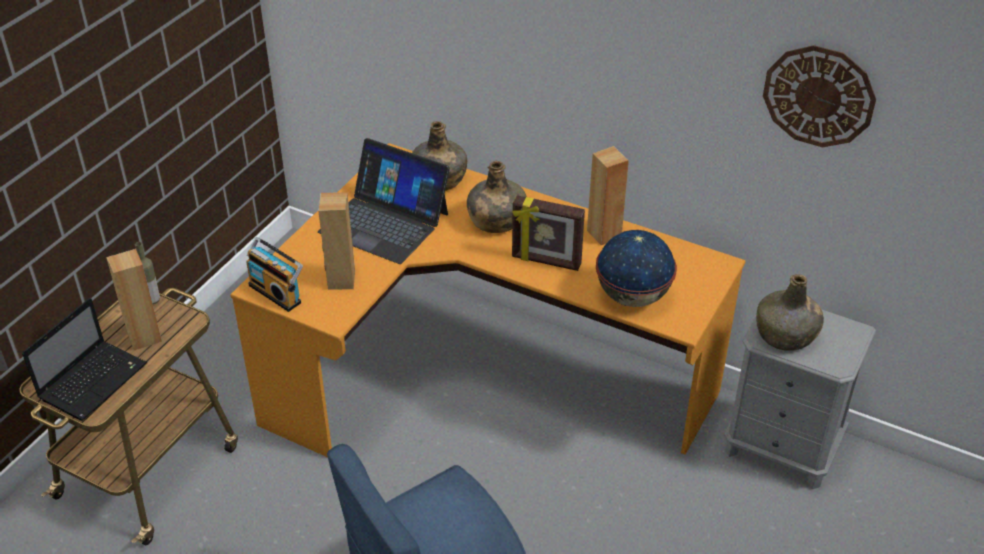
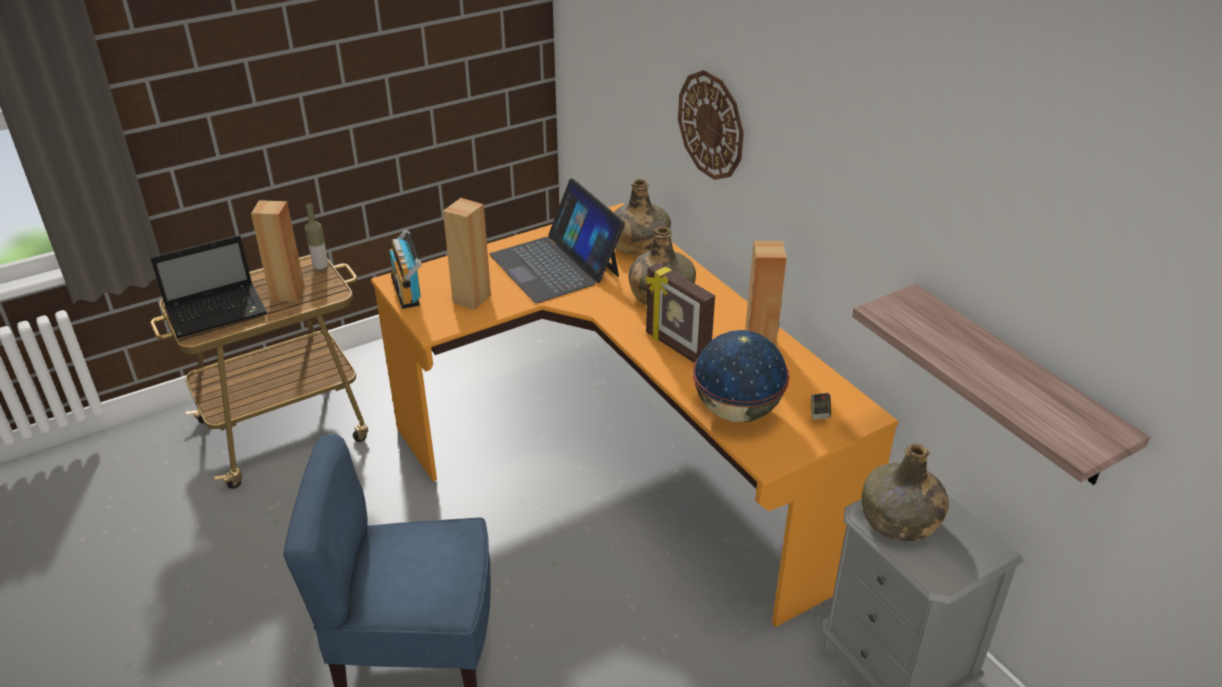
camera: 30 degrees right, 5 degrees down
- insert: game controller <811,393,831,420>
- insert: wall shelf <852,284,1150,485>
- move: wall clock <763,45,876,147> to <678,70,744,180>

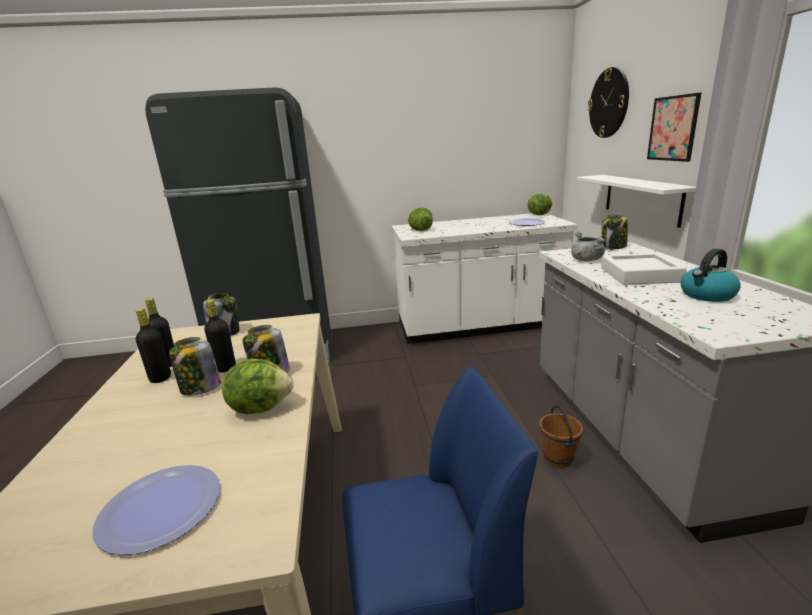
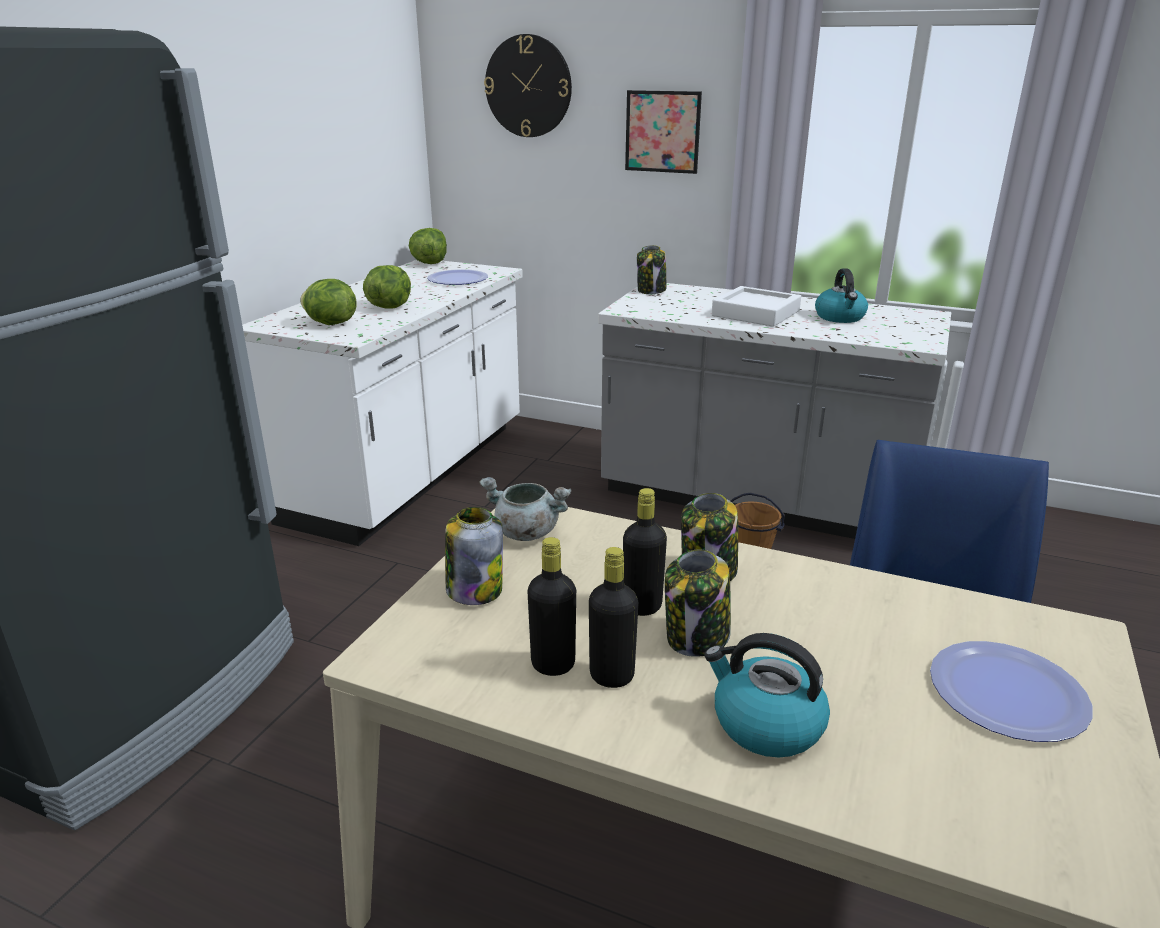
camera: 60 degrees left, 5 degrees up
- delete: wall shelf (whitish) <577,175,696,228>
- insert: kettle <705,633,830,758>
- move: head of lettuce <222,359,294,414> to <363,265,411,309>
- move: cooking pot (grey) <571,231,606,261> to <479,477,572,541>

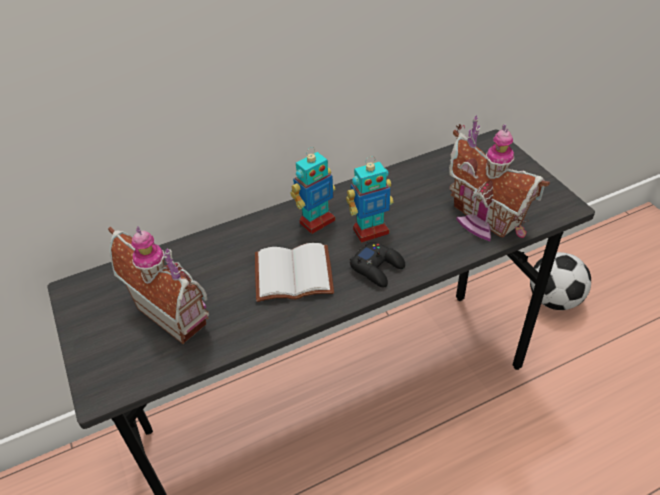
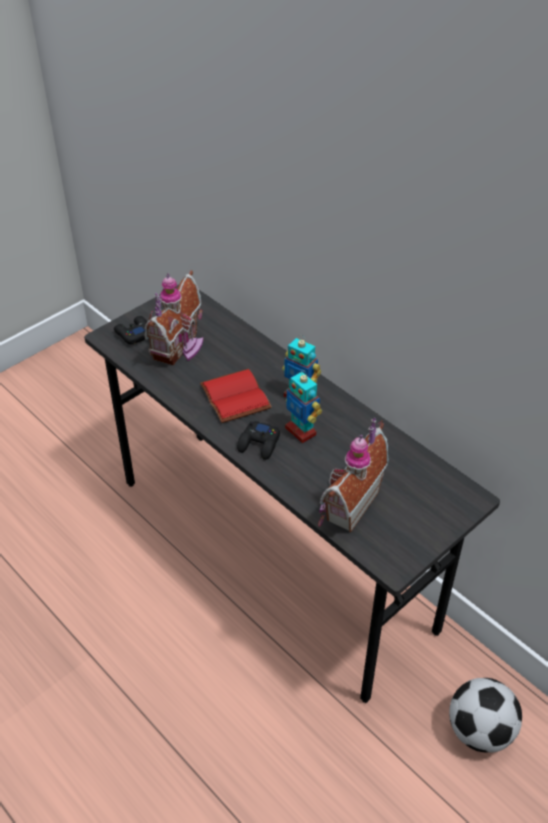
camera: 70 degrees right, 0 degrees up
- insert: game controller (blackish) <114,316,147,344>
- recolor: book (whitish) <255,243,334,302> to book (red-coloured) <200,369,272,423>

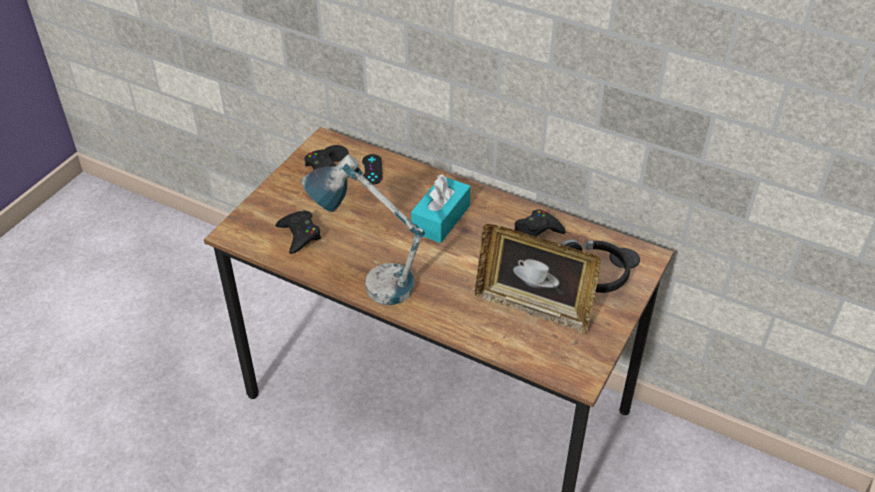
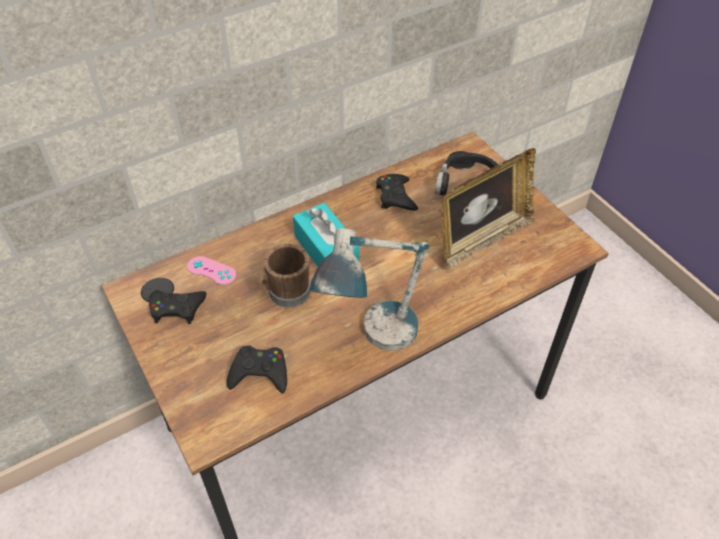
camera: 60 degrees left, 5 degrees up
- insert: mug (brown-coloured) <253,244,311,308>
- recolor: game controller (blackish) <362,154,383,185> to game controller (pinkish) <187,256,236,285>

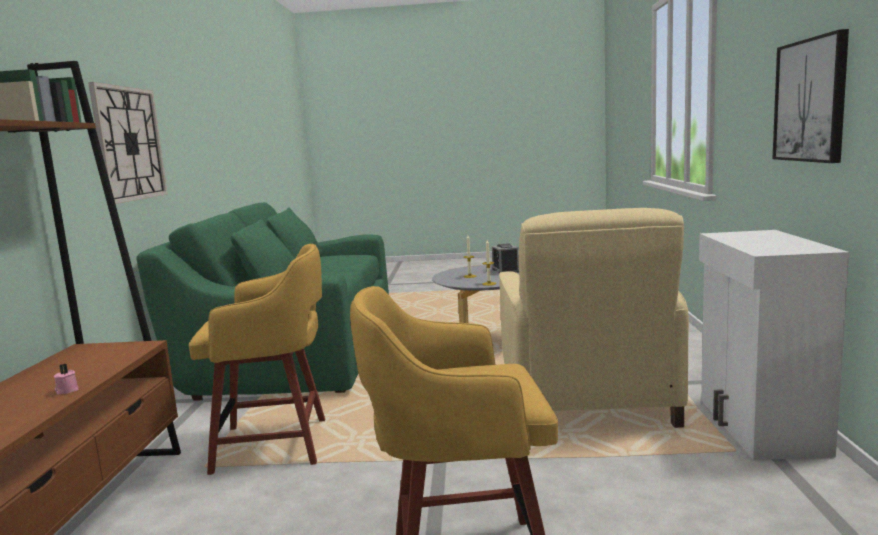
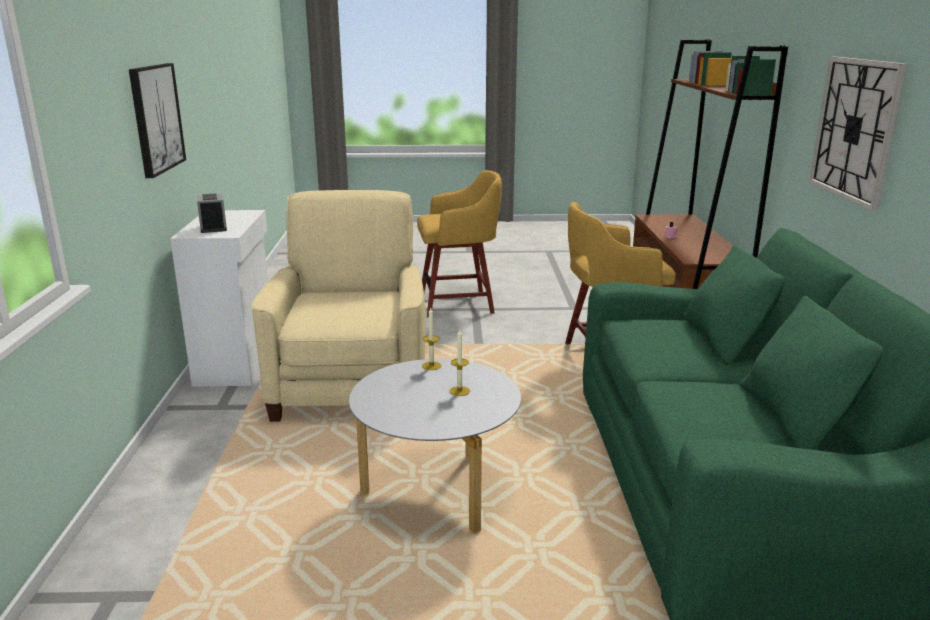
camera: 175 degrees right, 10 degrees up
- move: bedside clock <492,243,519,274> to <197,193,227,233>

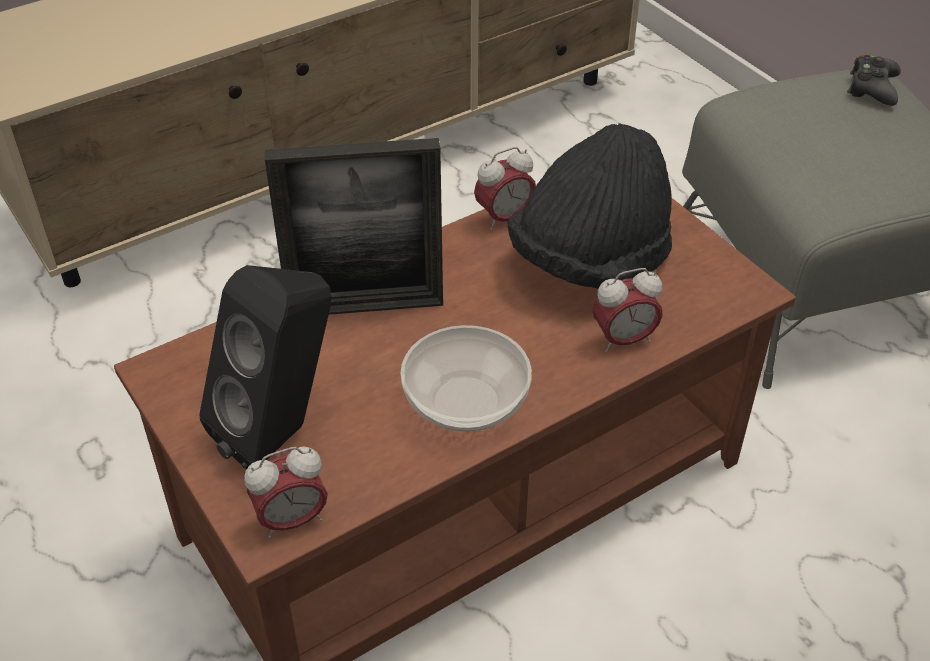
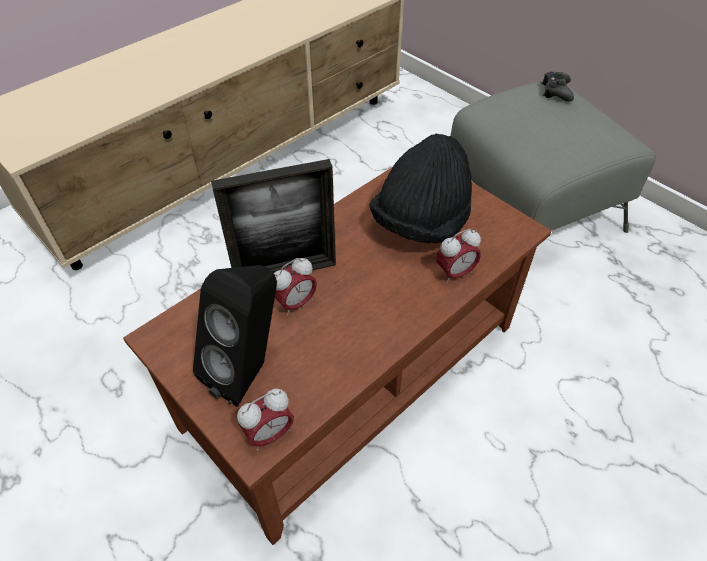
camera: 10 degrees left, 5 degrees up
- delete: bowl <400,325,532,432>
- move: bedside clock <474,147,536,230> to <274,258,317,316>

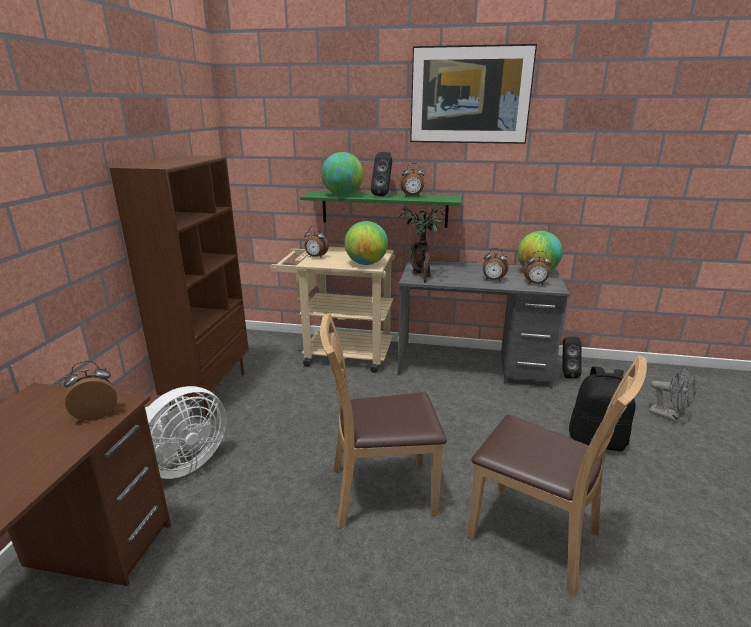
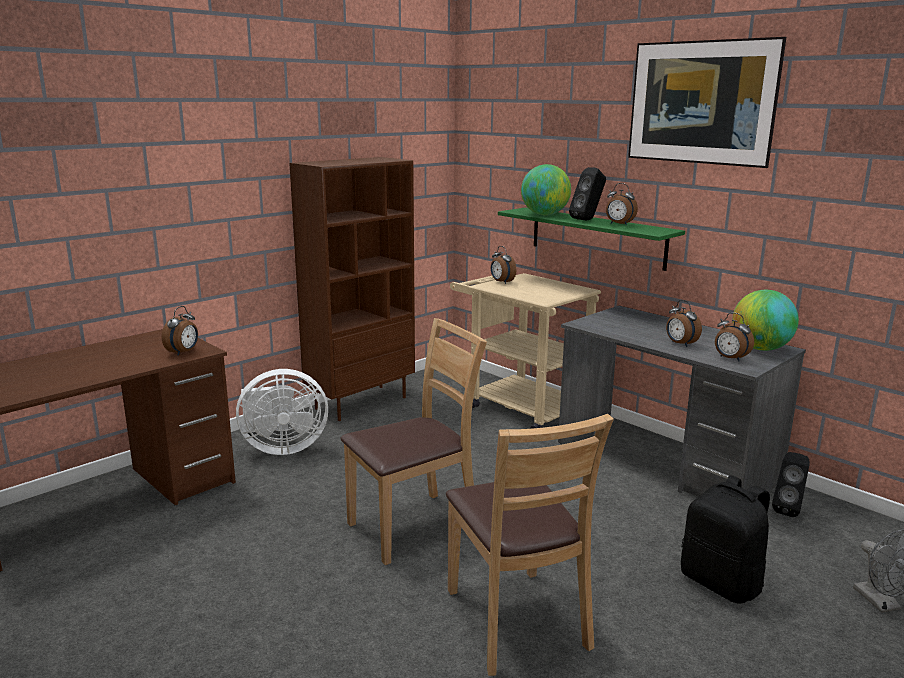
camera: 35 degrees right, 5 degrees down
- delete: world globe <344,221,388,265>
- delete: houseplant <399,204,444,283>
- rotate: bedside clock <63,361,117,421> = <162,306,198,355> 105 degrees clockwise
- rotate: chair (brown-coloured) <320,313,447,528> = <341,318,487,565> 120 degrees clockwise

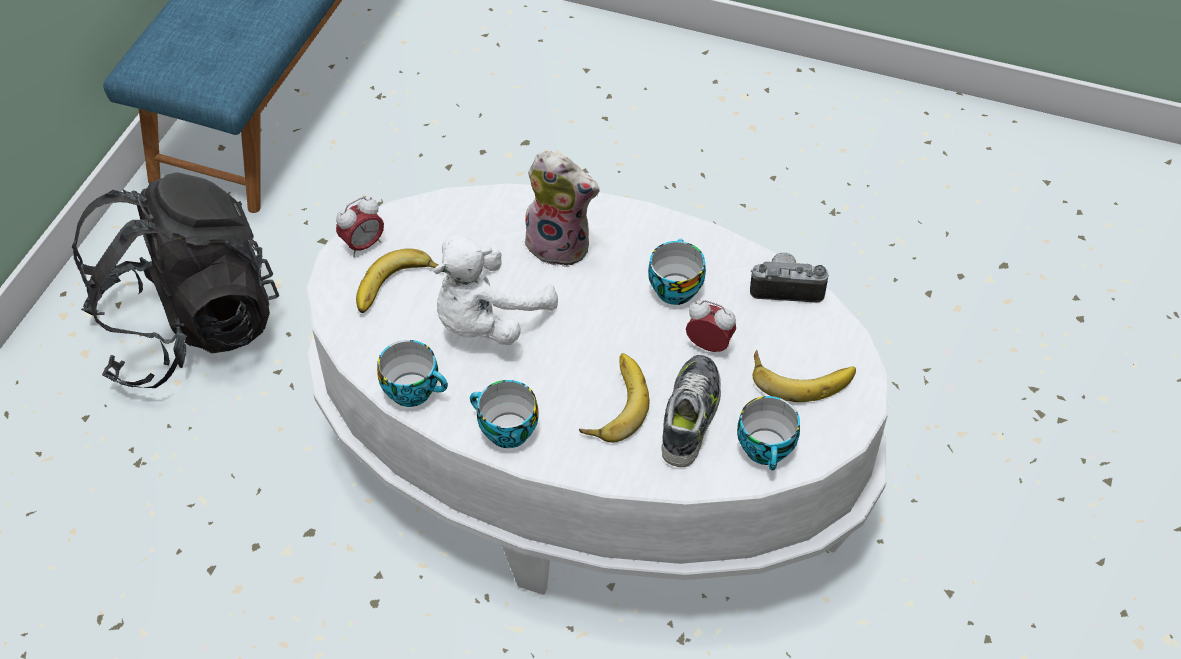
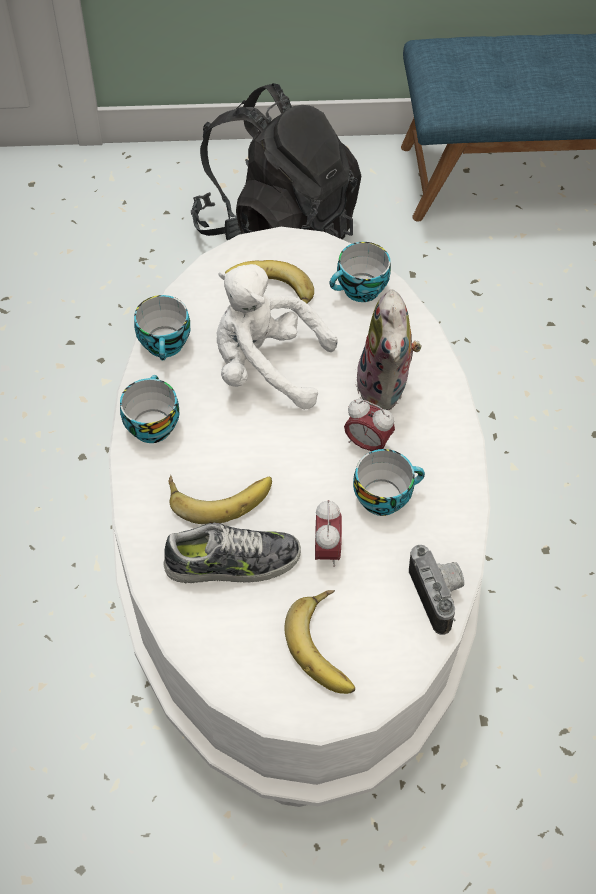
camera: 65 degrees right, 5 degrees up
- move: bedside clock <336,197,384,257> to <344,399,395,451>
- move: drinking cup <737,396,800,471> to <330,242,391,302>

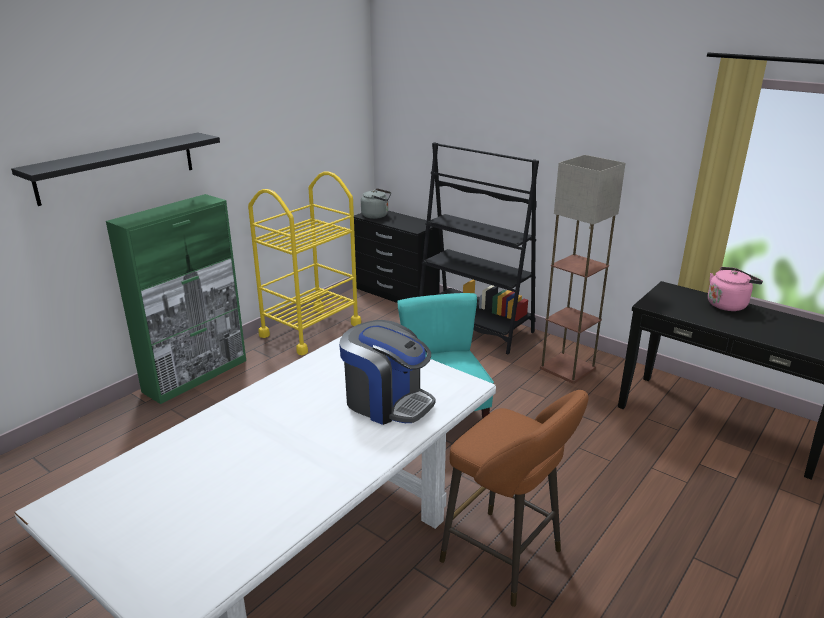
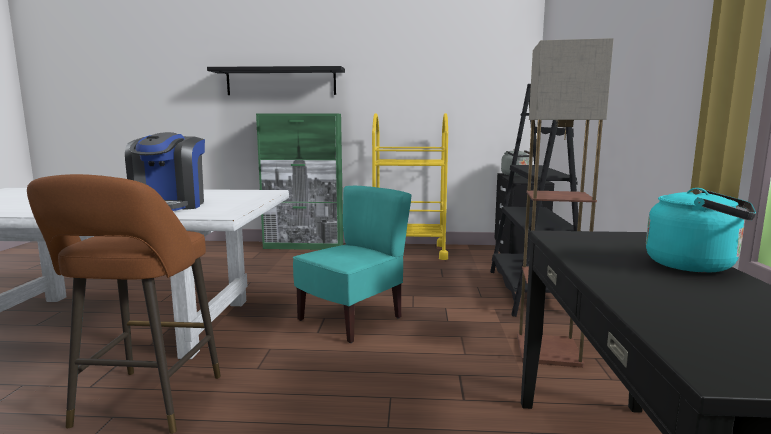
camera: 55 degrees right, 15 degrees down
- recolor: kettle (pinkish) <708,267,763,311> to kettle (blue-green) <646,188,756,273>

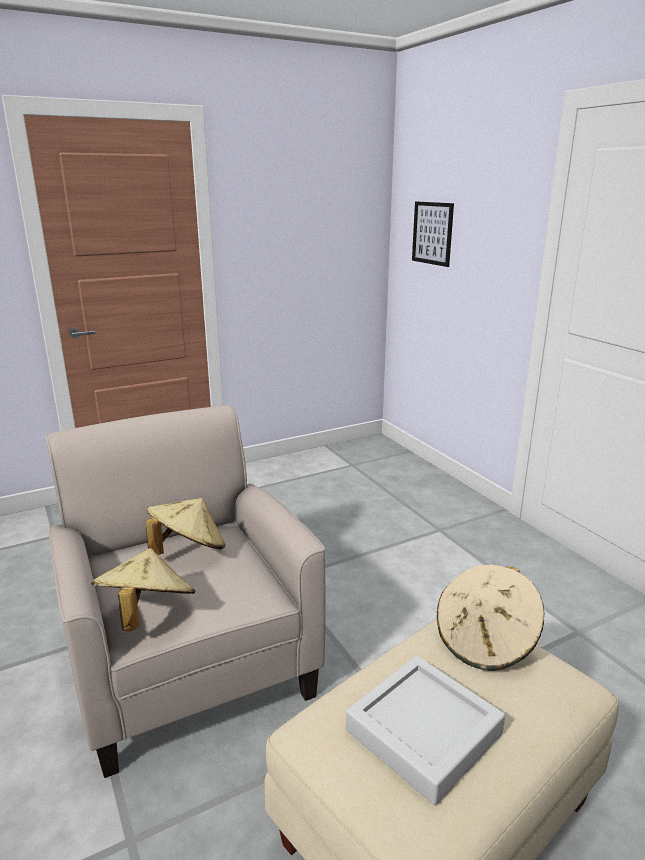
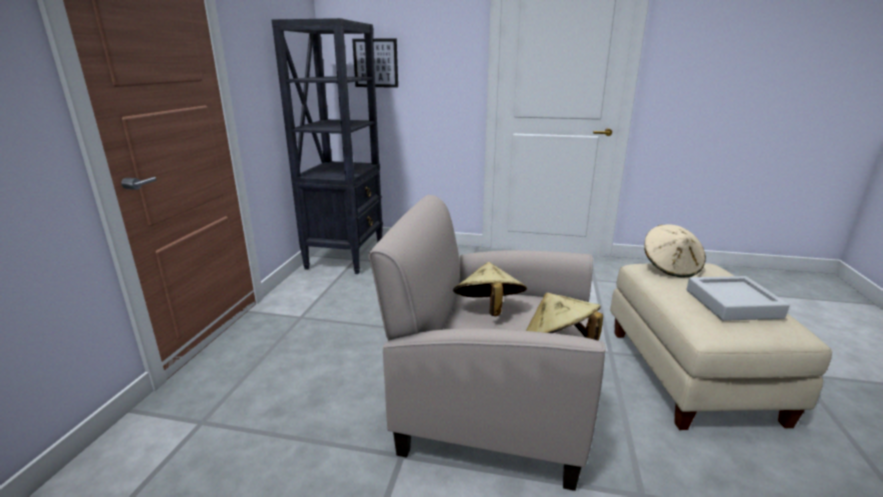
camera: 50 degrees left, 0 degrees up
- insert: bookshelf (blackish) <271,18,383,274>

